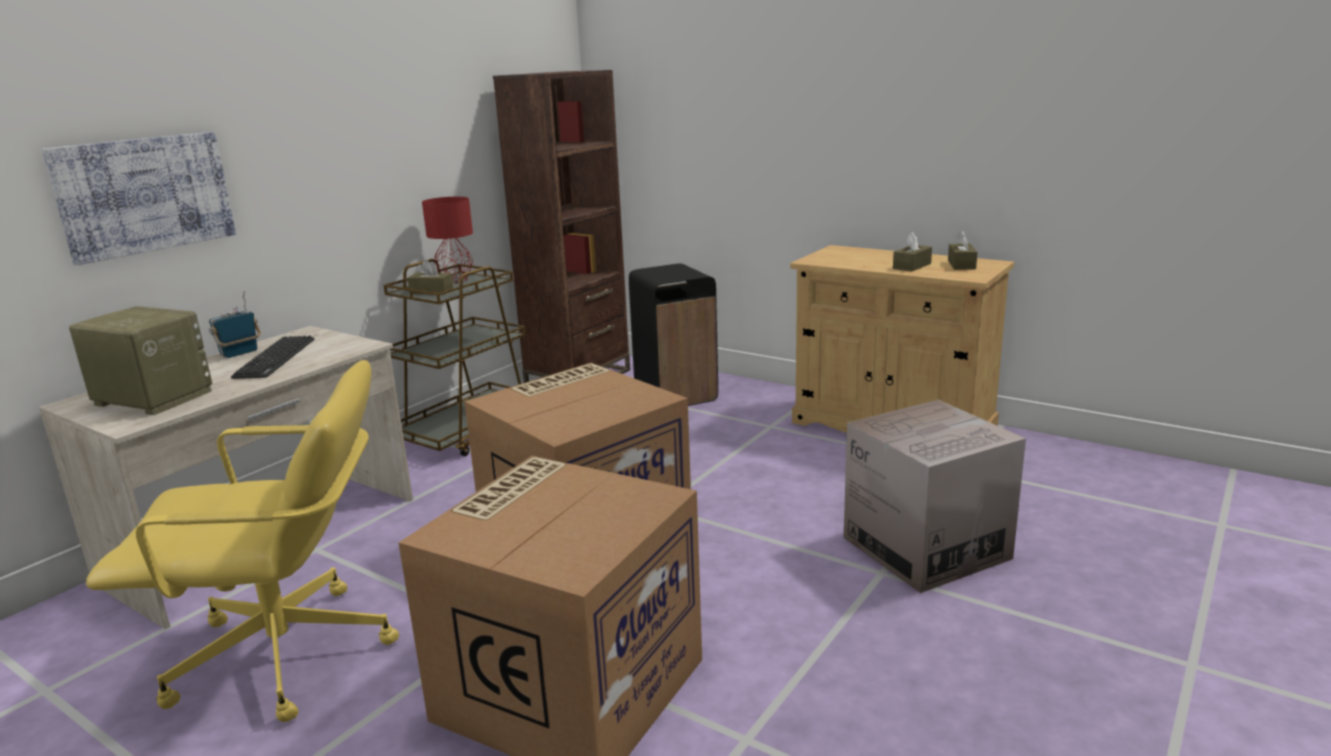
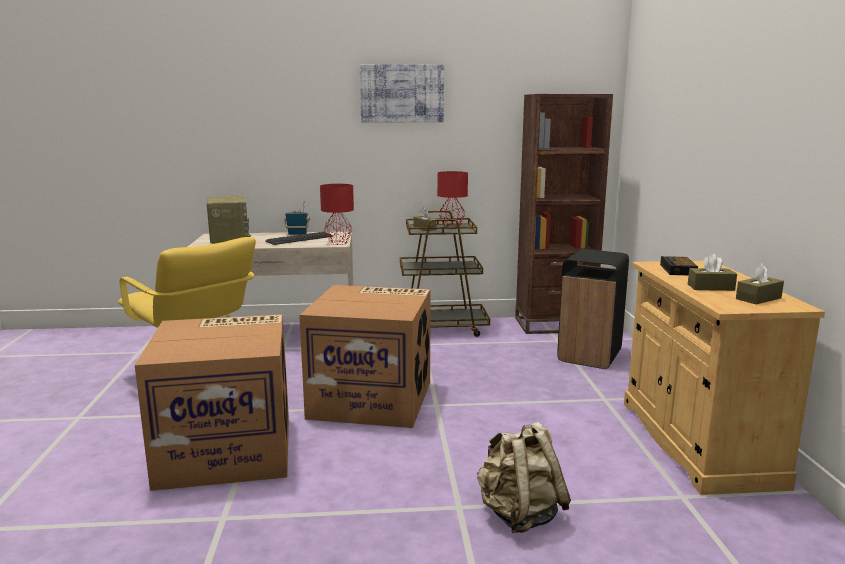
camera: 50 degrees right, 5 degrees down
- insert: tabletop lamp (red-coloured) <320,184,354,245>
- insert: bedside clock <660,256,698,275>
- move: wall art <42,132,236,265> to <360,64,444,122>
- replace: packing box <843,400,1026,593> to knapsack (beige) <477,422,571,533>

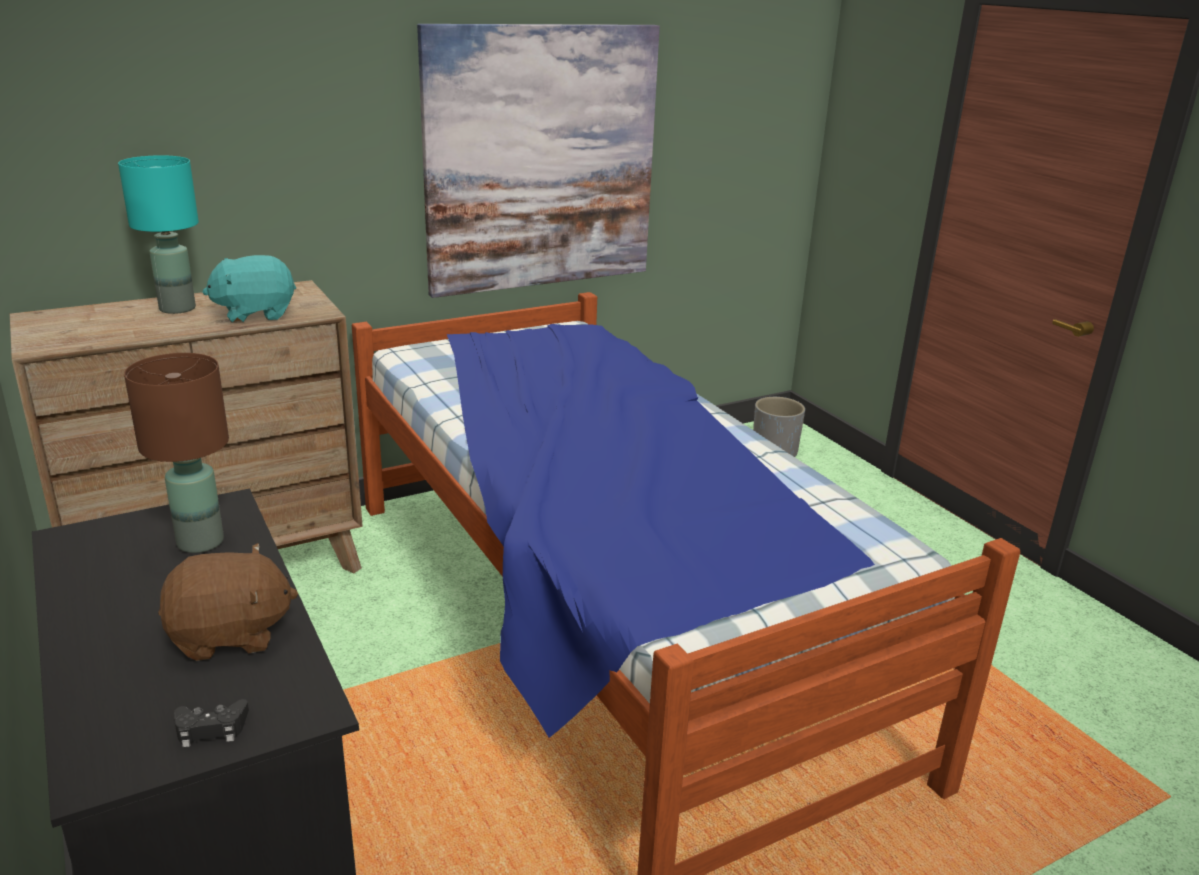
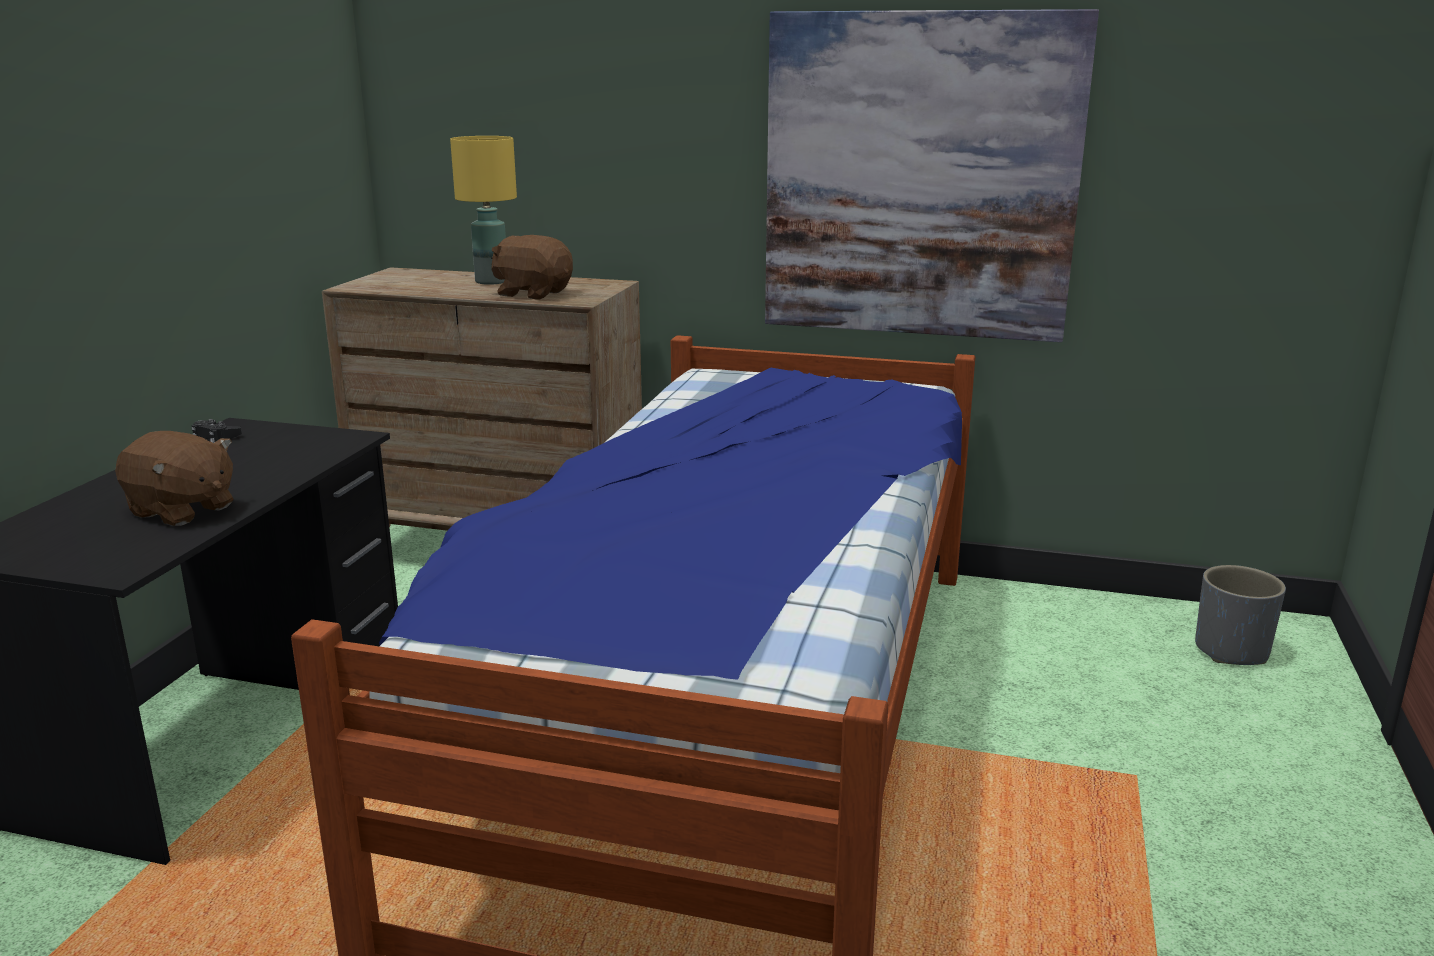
camera: 45 degrees right, 5 degrees down
- delete: tabletop lamp (brown-coloured) <124,353,229,553>
- move: game controller (blackish) <174,699,249,747> to <192,419,242,443>
- recolor: tabletop lamp (blue-green) <118,155,199,314> to tabletop lamp (yellow) <450,136,517,285>
- recolor: plush toy (blue-green) <202,255,296,323> to plush toy (brown-coloured) <491,235,573,299>

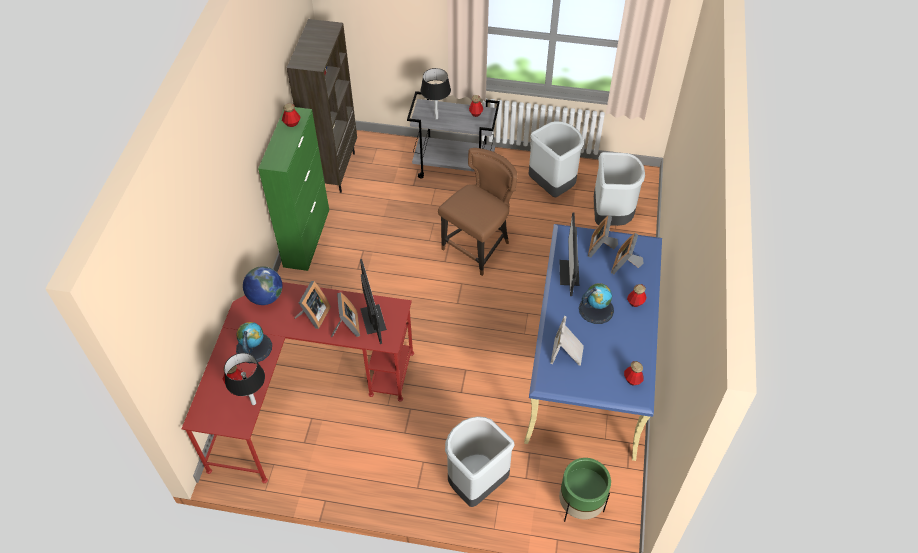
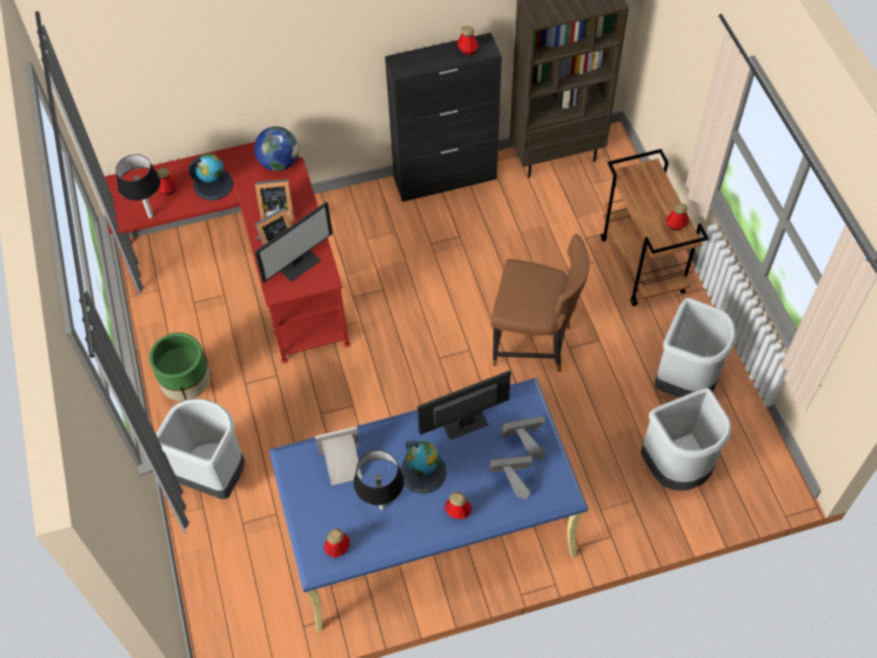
camera: 65 degrees right, 5 degrees up
- move: tabletop lamp (blackish) <420,68,451,120> to <354,450,404,510>
- move: plant pot (green-coloured) <559,458,611,522> to <149,333,211,401>
- recolor: cabinet (green-coloured) <258,107,329,271> to cabinet (blackish) <385,33,502,202>
- recolor: cart (grey) <407,91,500,179> to cart (brown-coloured) <601,149,709,306>

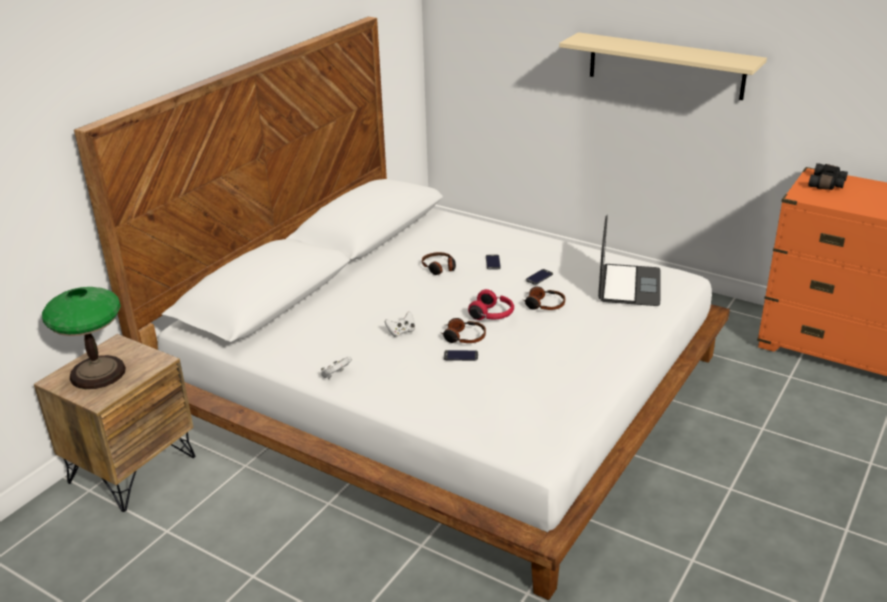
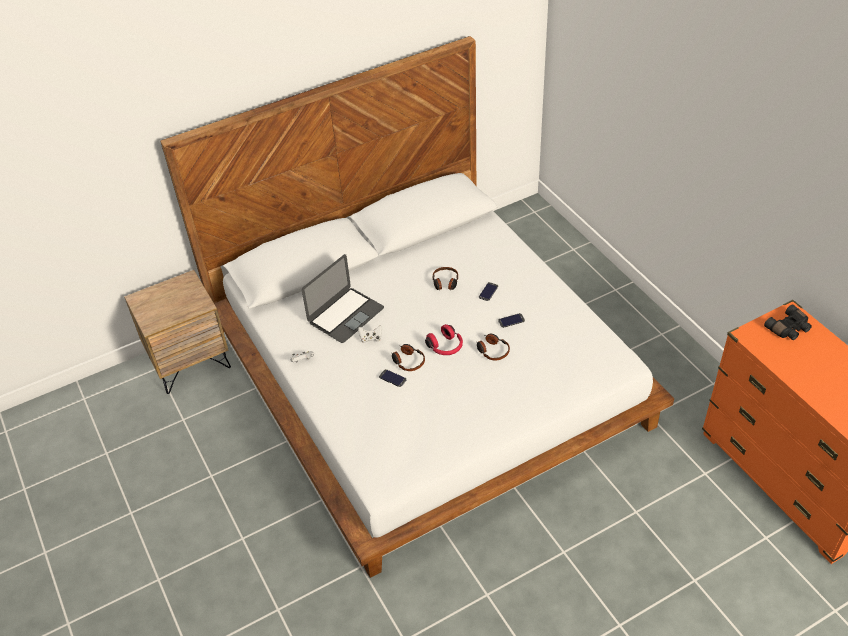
camera: 30 degrees right, 15 degrees up
- delete: tabletop lamp <42,287,126,389>
- delete: wall shelf (beige) <559,32,767,100>
- move: notebook computer <598,215,660,306> to <302,254,384,343>

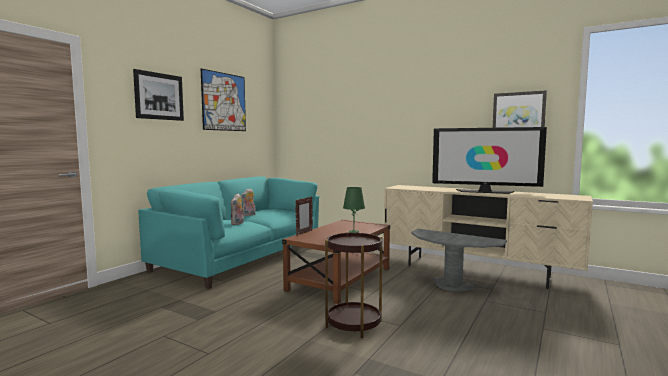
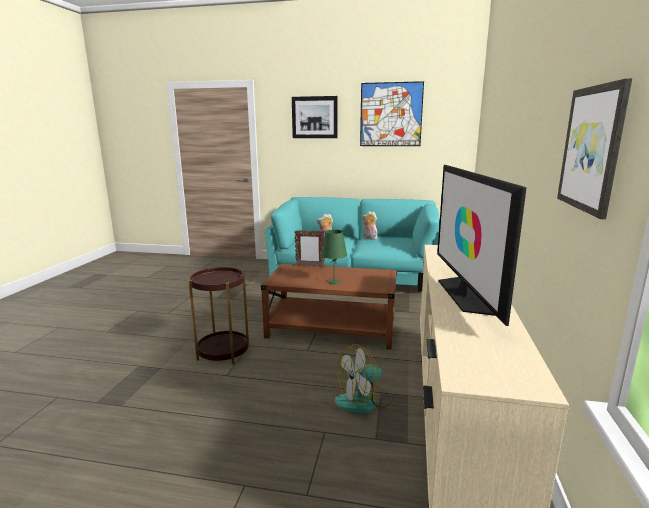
camera: 70 degrees right, 10 degrees up
- replace: accent table (grey) <411,229,507,291> to fan <335,344,393,414>

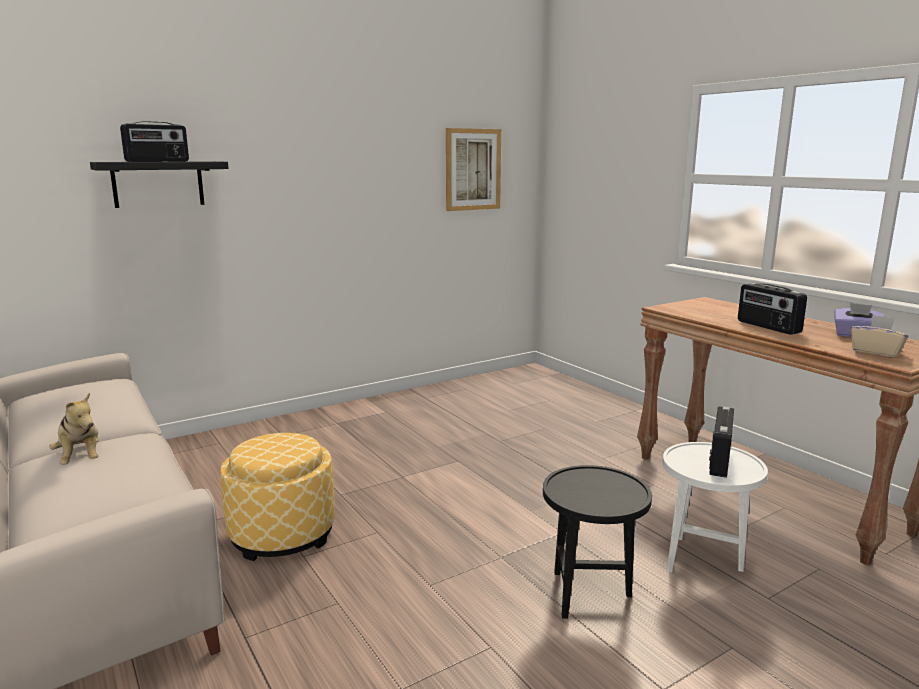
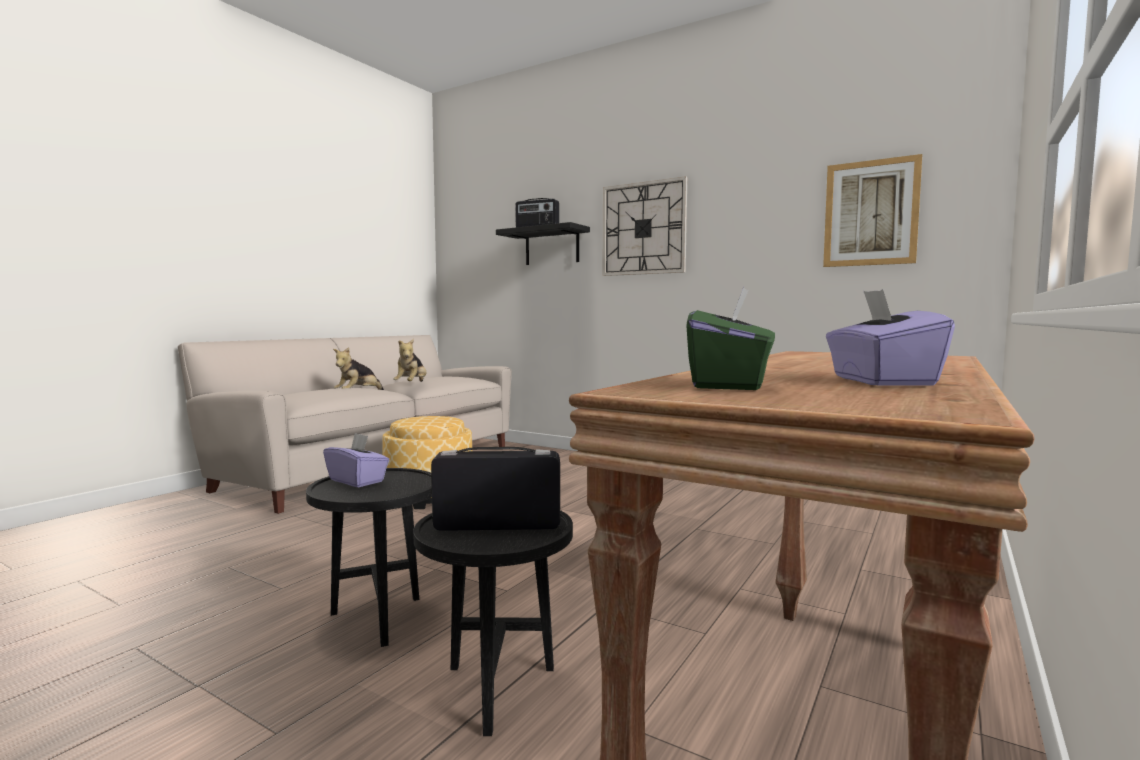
camera: 65 degrees right, 10 degrees down
- delete: radio <738,283,807,335>
- insert: box of tissues (purplish) <323,433,389,487>
- insert: plush toy <393,339,426,382>
- insert: wall clock <602,176,687,276>
- recolor: accent table (whitish) <662,442,768,573> to accent table (blackish) <413,510,573,736>
- recolor: box of tissues (beige) <851,315,909,357> to box of tissues (green-coloured) <687,287,775,390>

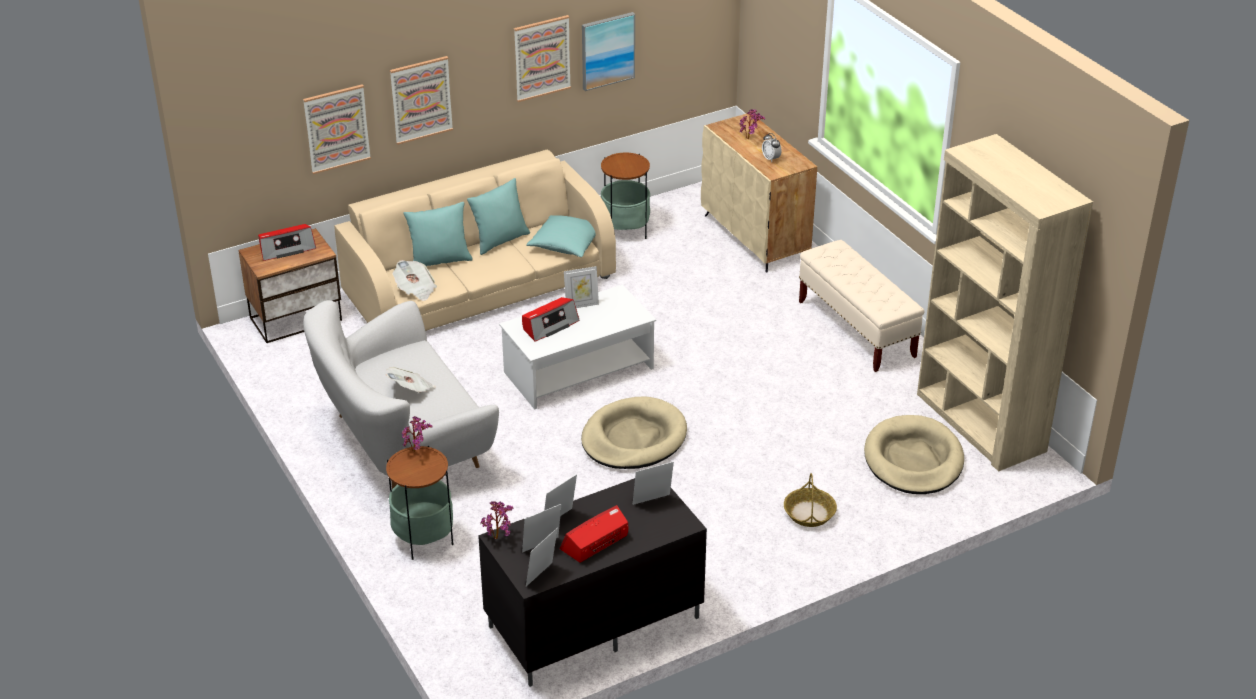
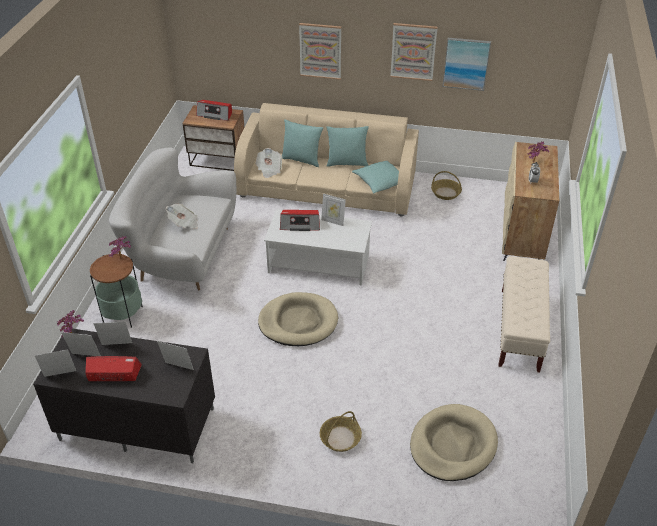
camera: 40 degrees right, 5 degrees up
- delete: wall art <303,84,371,174>
- delete: bookshelf (beige) <917,134,1093,472>
- replace: accent table <601,153,650,239> to household basket <431,171,462,200>

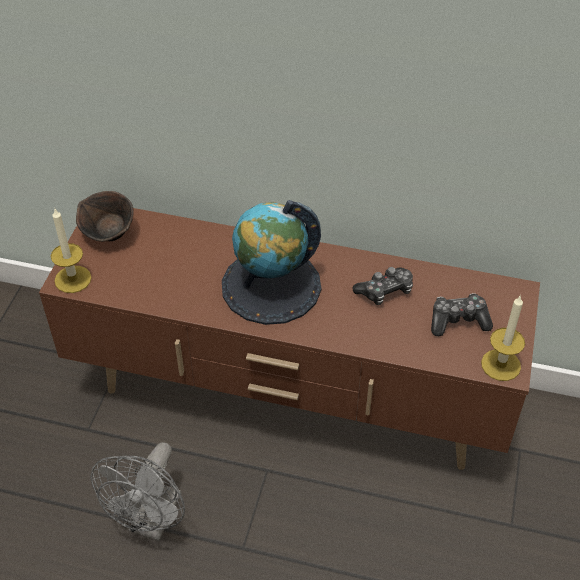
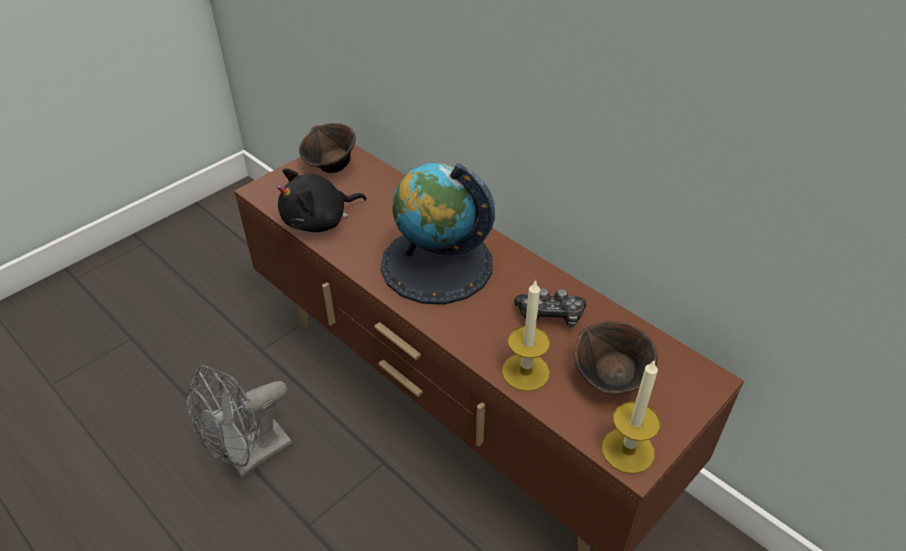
camera: 30 degrees right, 5 degrees down
- insert: plush toy (blackish) <277,168,367,232>
- move: candle <51,209,92,293> to <502,279,550,392>
- replace: game controller <431,293,493,336> to bowl (brown-coloured) <574,321,657,395>

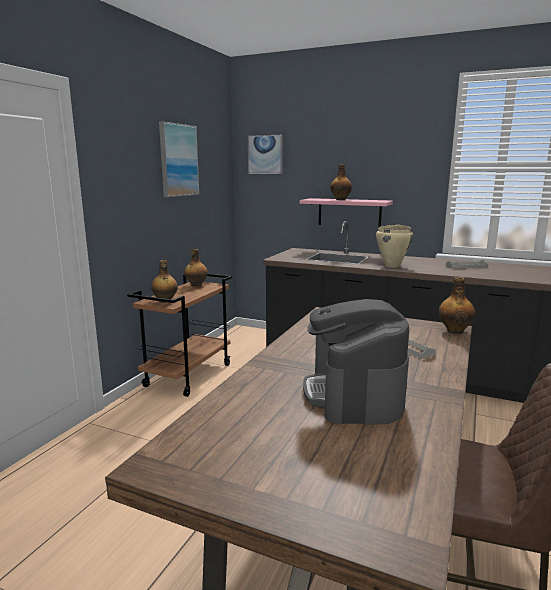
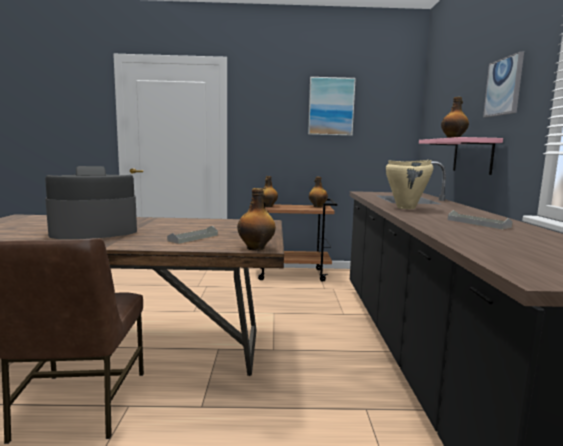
camera: 65 degrees right, 5 degrees down
- move: wall art <248,135,283,174> to <483,51,524,117>

